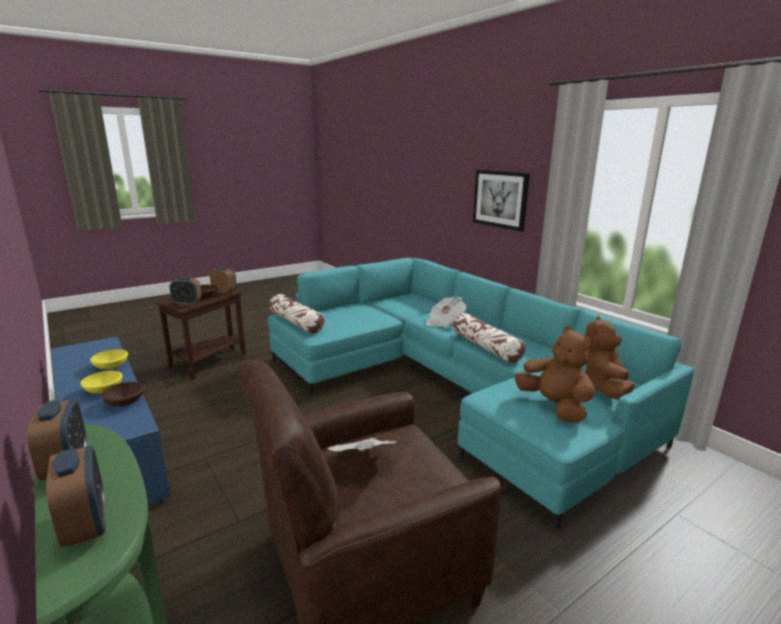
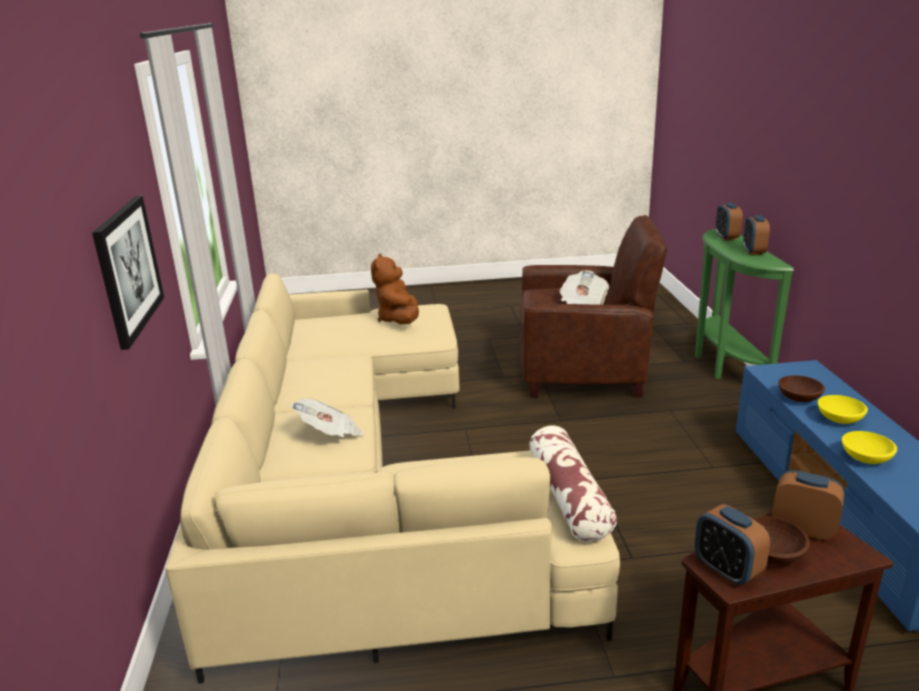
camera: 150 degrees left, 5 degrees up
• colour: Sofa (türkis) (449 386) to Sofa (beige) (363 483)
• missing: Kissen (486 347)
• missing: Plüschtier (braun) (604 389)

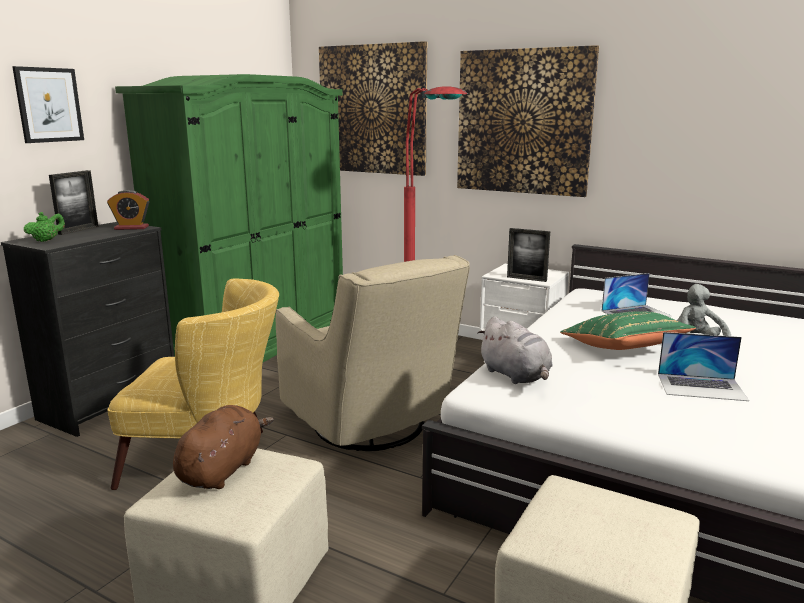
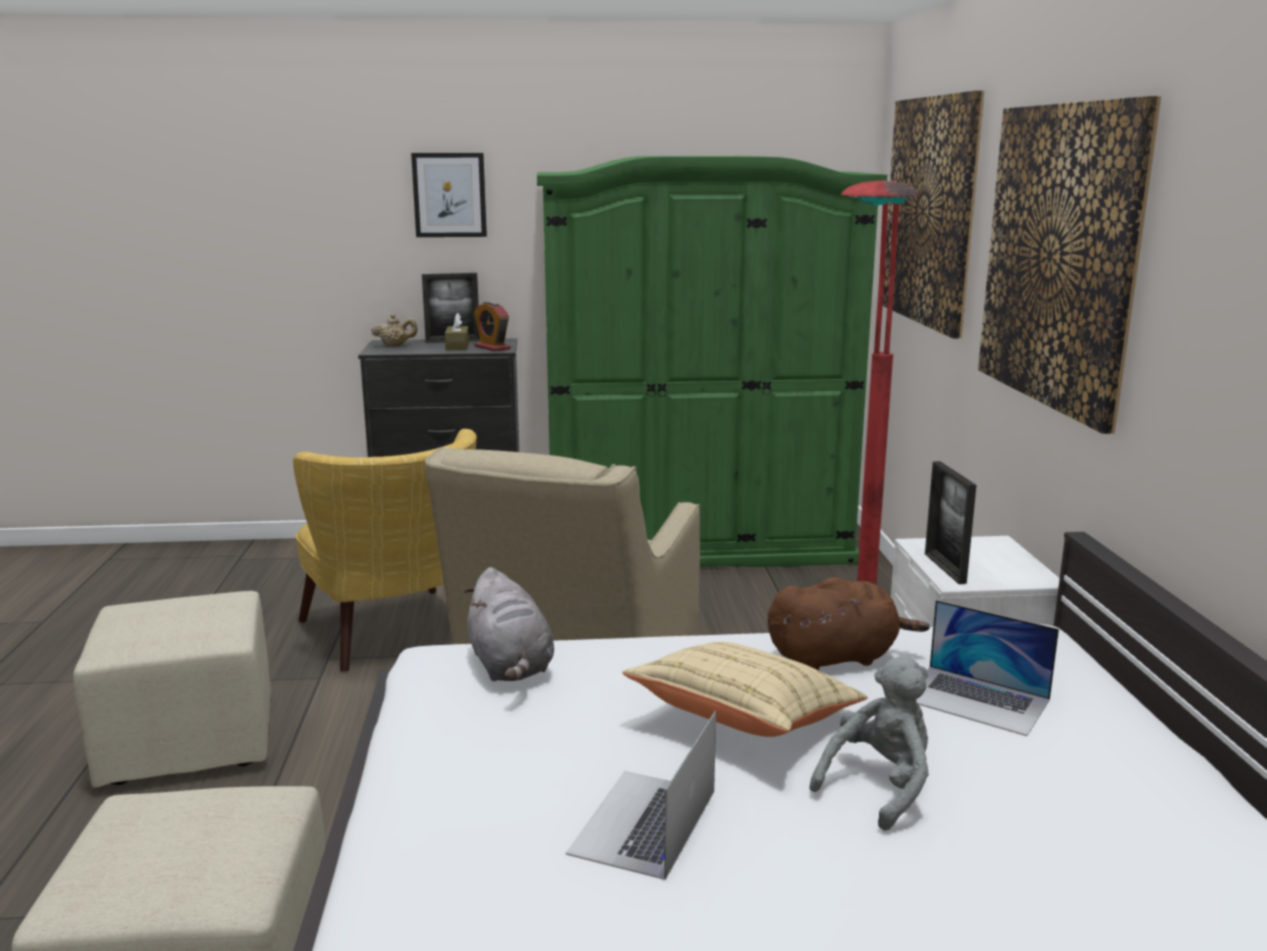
camera: 55 degrees right, 0 degrees up
• colour: Teekanne (grün) (46 240) to Teekanne (beige) (395 346)
• relocated: Plüschtier (braun) (222 469) to (837 658)
• spun: Plüschtier (grau) (516 376) = (510 666) 45 degrees counterclockwise
• colour: Kissen (grün) (623 348) to Kissen (beige) (745 721)
• spun: Laptop (701 387) = (643 822) 45 degrees clockwise
• appeared: Taschentuchbox (braun) (457 346)

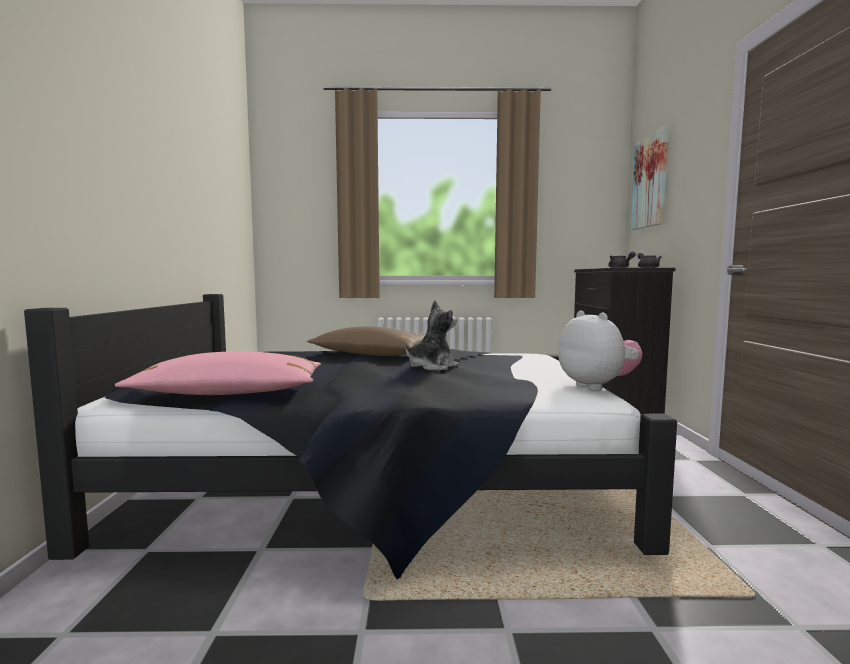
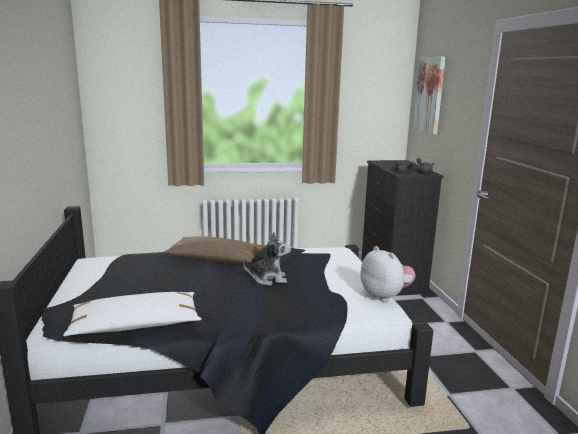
camera: 10 degrees left, 10 degrees up
• colour: Kissen (rosa) (230 393) to Kissen (weiß) (136 325)
• spun: Plüschtier (431 367) = (268 279) 45 degrees clockwise

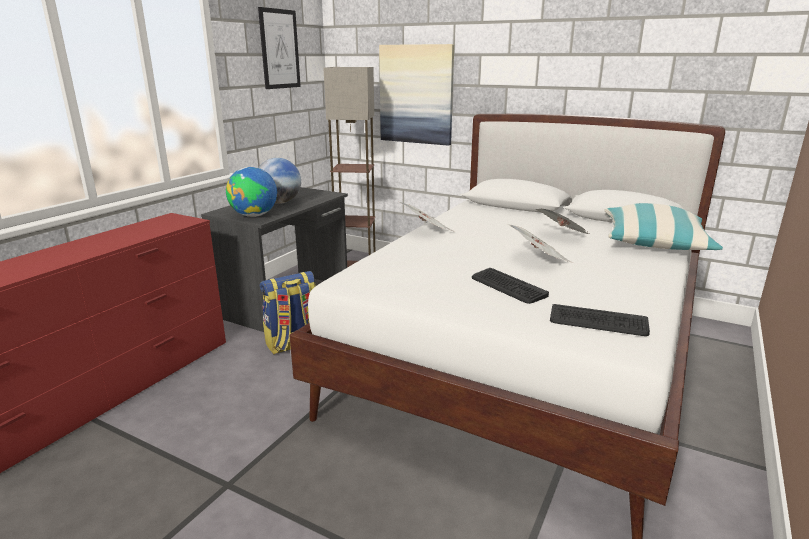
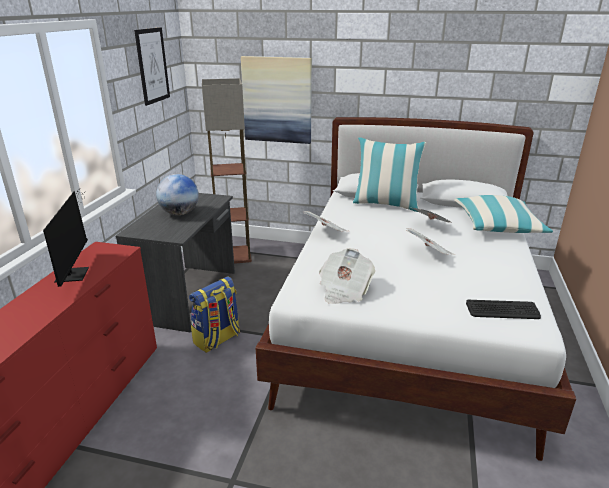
camera: 15 degrees left, 5 degrees up
• missing: Globus (254 215)
• missing: Tastatur (507 286)
• appeared: Monitor (74 272)
• appeared: Zeitung (344 290)
• appeared: Kissen (386 204)

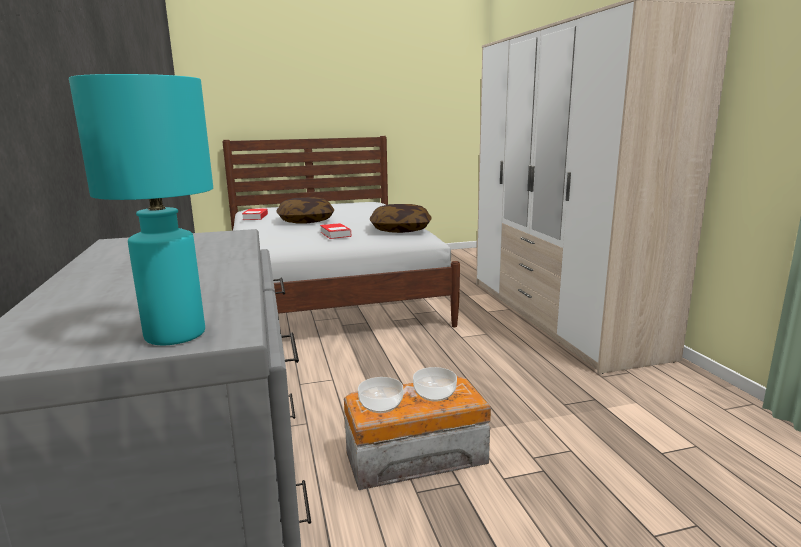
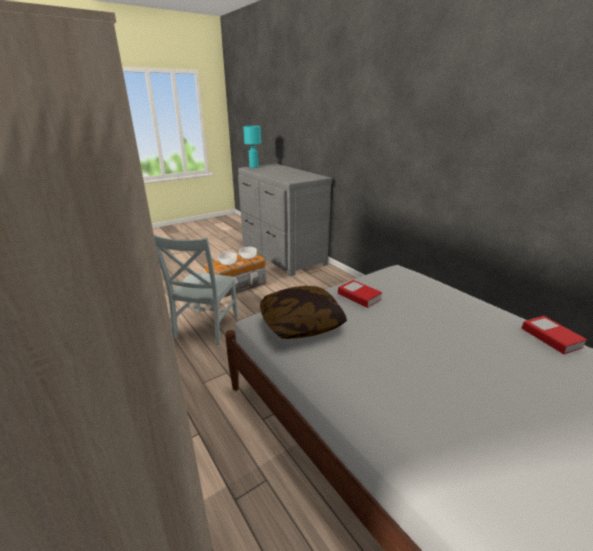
camera: 160 degrees right, 10 degrees up
• missing: Kissen (306 221)
• appeared: Stuhl (grau) (205 328)

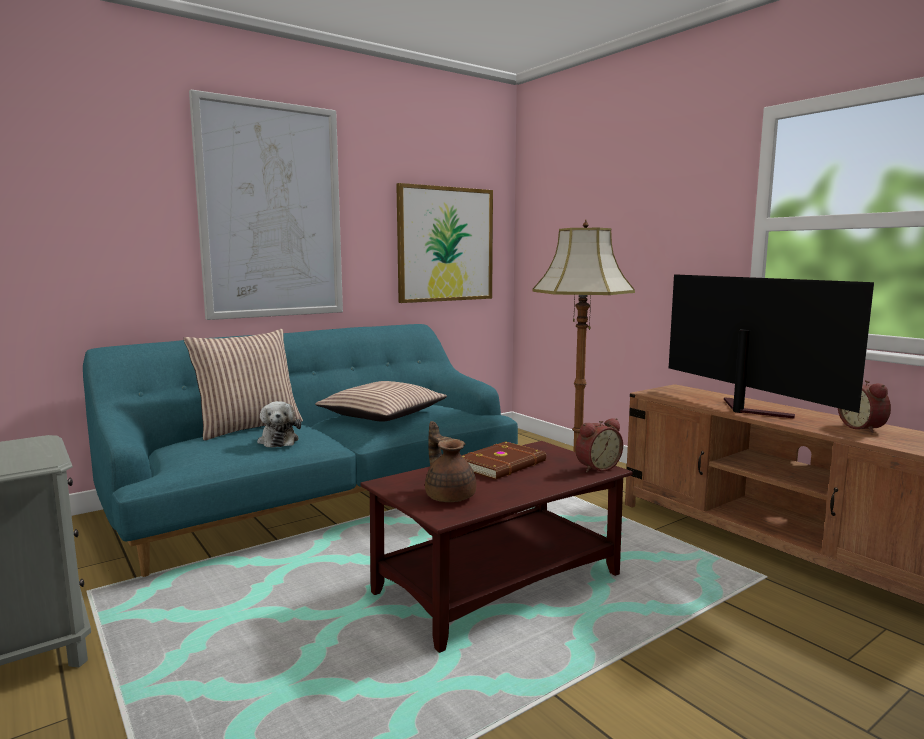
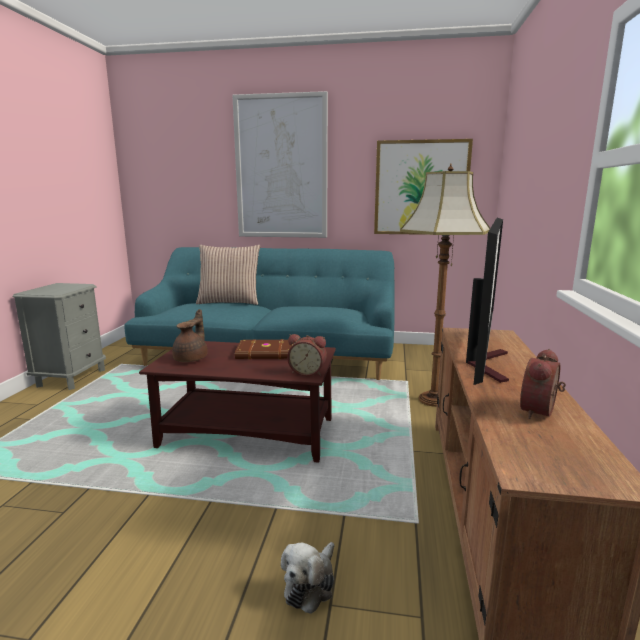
camera: 45 degrees right, 5 degrees up
• relocated: Plüschtier (278 440) to (310 584)
• missing: Kissen (382 414)

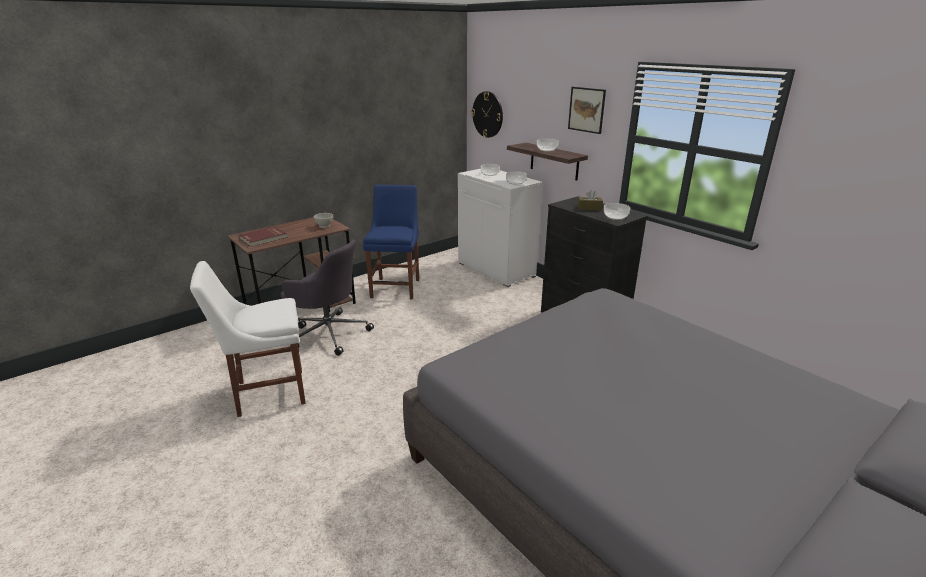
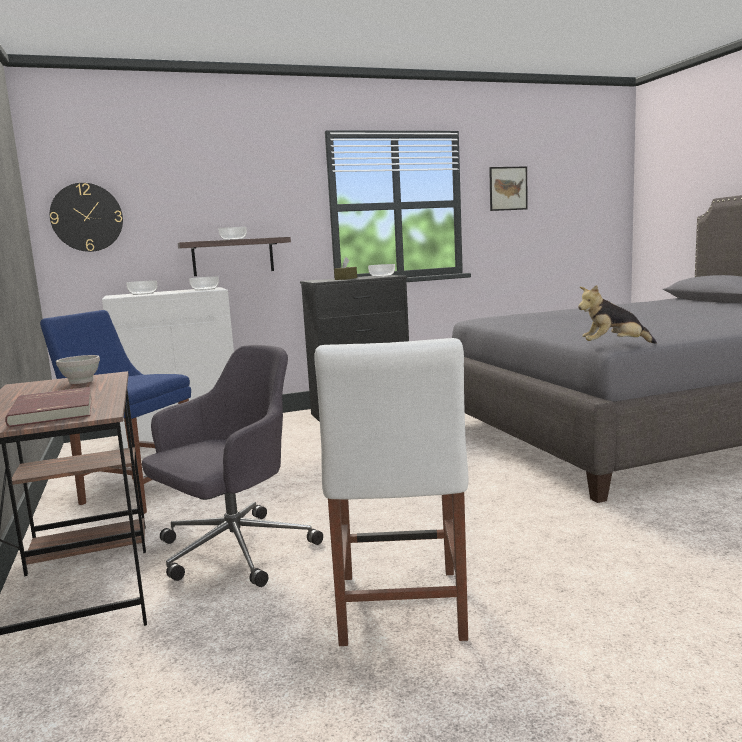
camera: 70 degrees left, 15 degrees down
• relocated: Bild (586 110) to (508 188)
• appeared: Plüschtier (613 346)

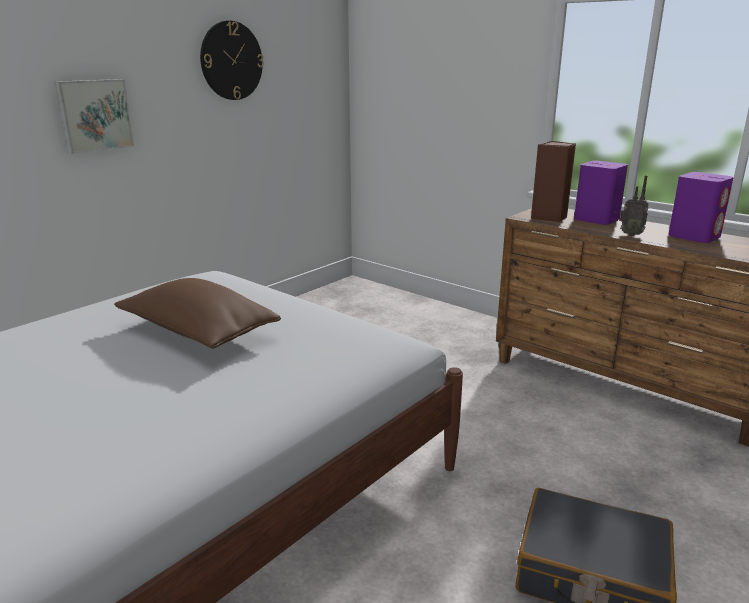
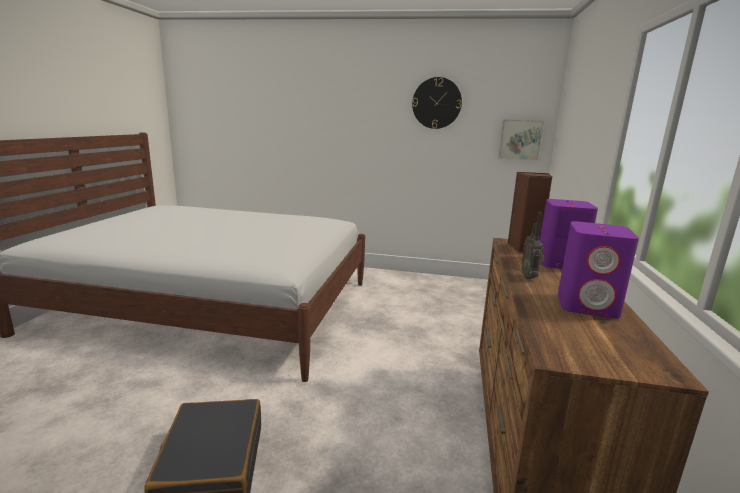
camera: 60 degrees right, 5 degrees down
• relocated: Bild (94 115) to (520 139)
• missing: Kissen (braun) (198 332)

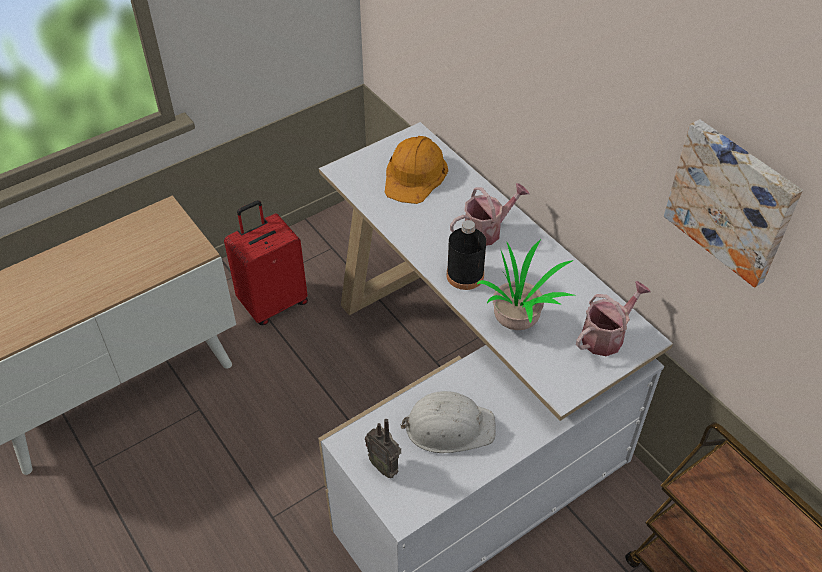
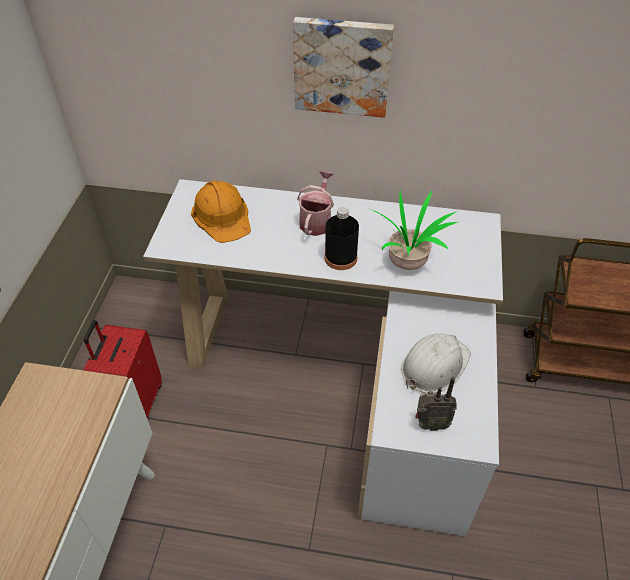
camera: 45 degrees left, 0 degrees up
• missing: Gießkanne (606 335)
• relocated: Bild (732 201) to (342 66)

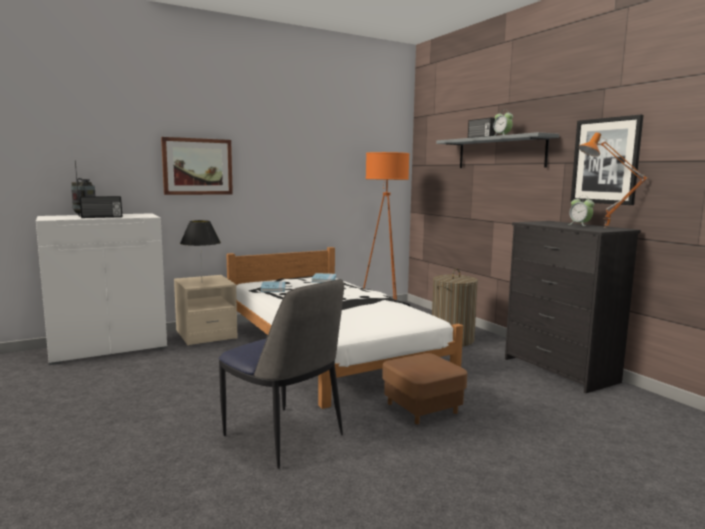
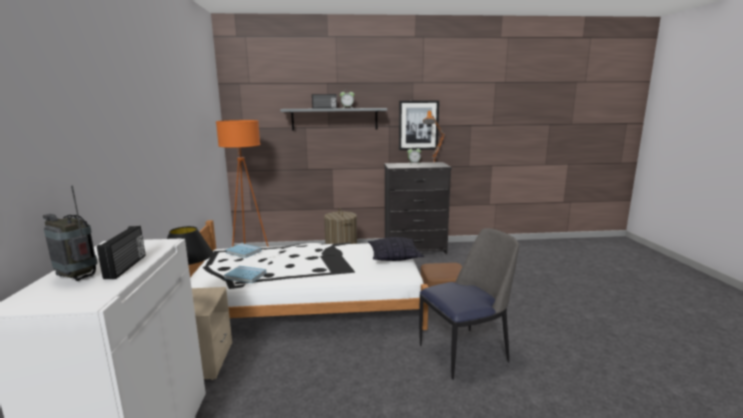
camera: 65 degrees left, 5 degrees up
• missing: Bild (197 166)
• appeared: Kissen (394 257)

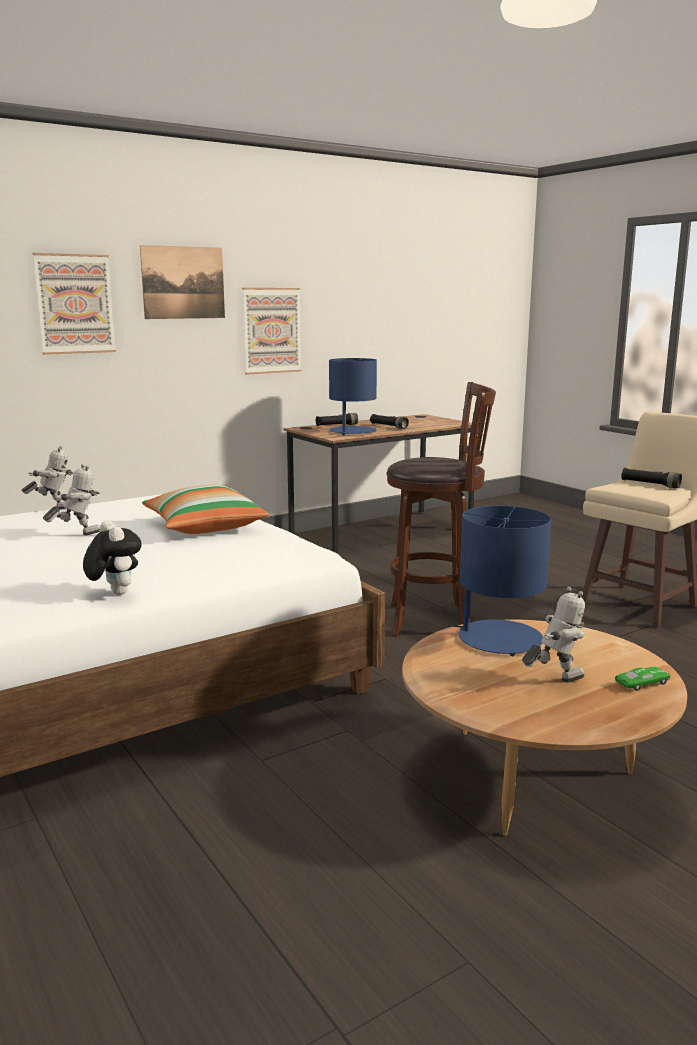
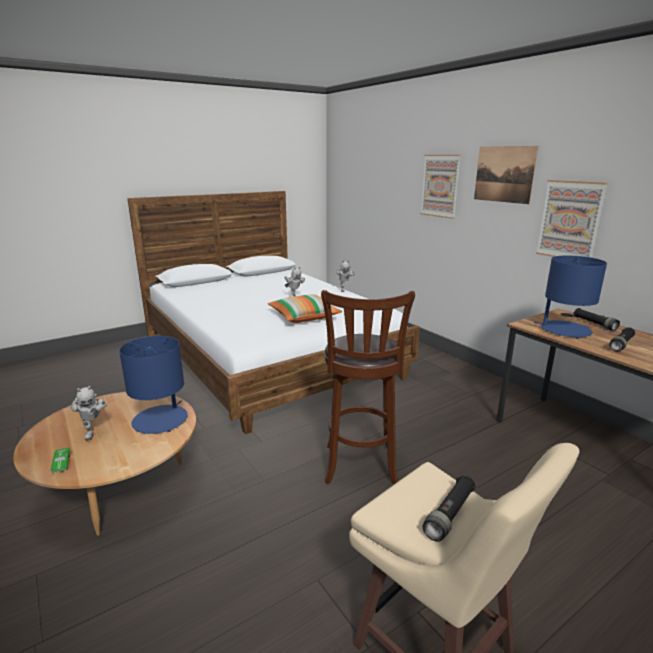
camera: 90 degrees right, 5 degrees up
• missing: Plüschtier (114 593)

